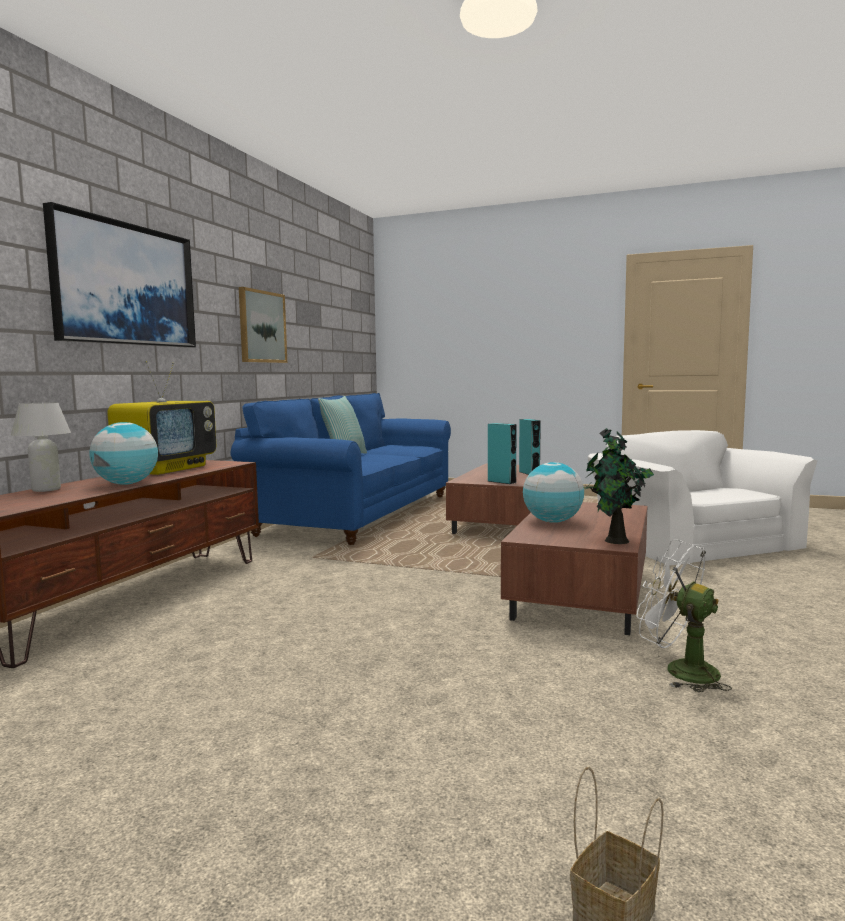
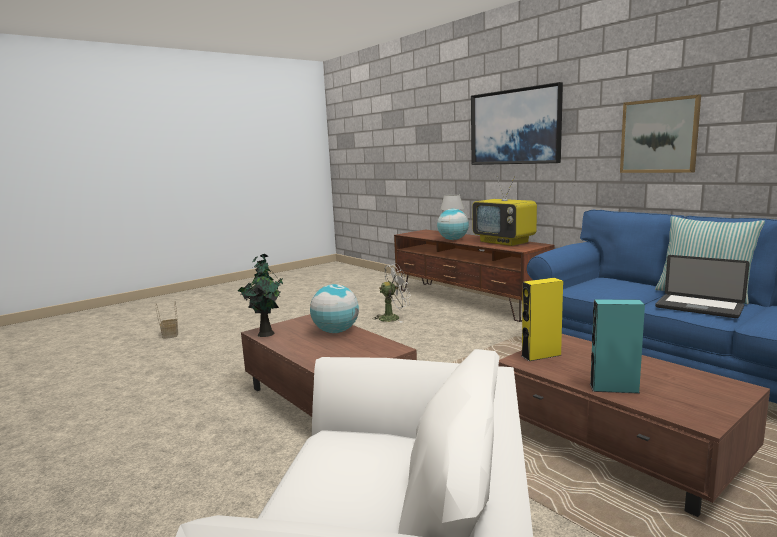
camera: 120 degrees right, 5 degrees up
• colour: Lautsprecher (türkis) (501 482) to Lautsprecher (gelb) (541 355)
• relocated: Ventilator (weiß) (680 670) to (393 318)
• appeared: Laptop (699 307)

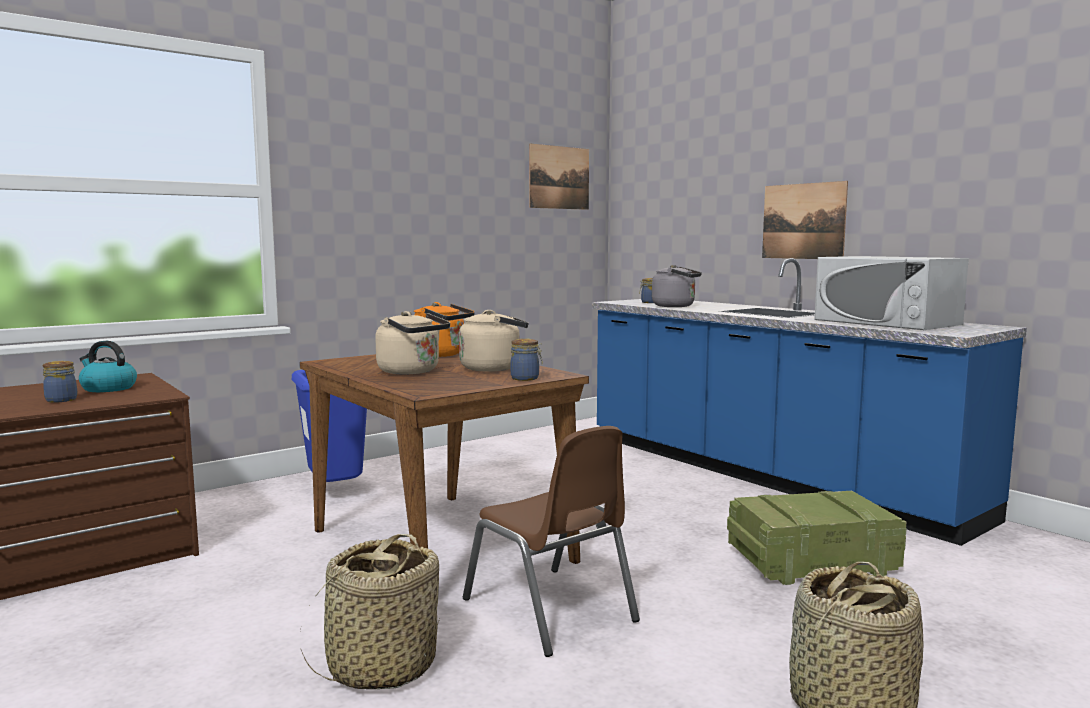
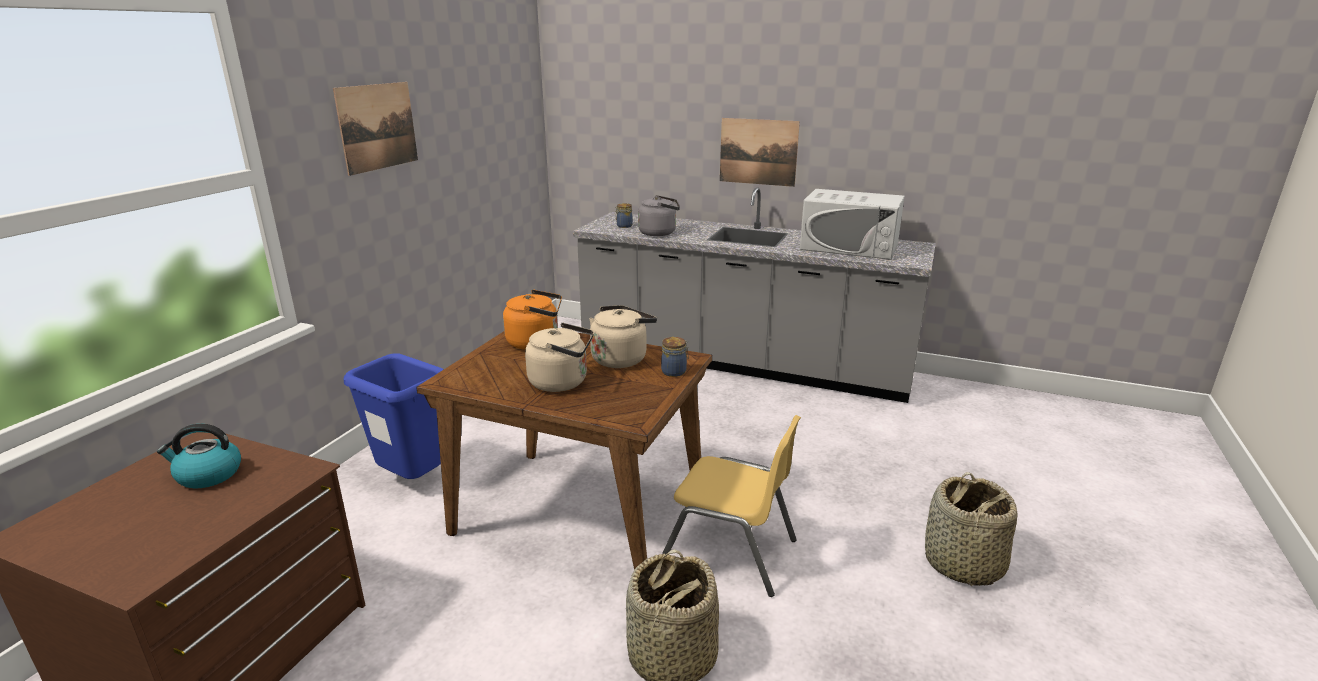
camera: 30 degrees left, 15 degrees up
• missing: Vorratsglas (62 399)
• colour: Stuhl (braun) (550 610) to Stuhl (gelb) (730 552)
• relocated: Bild (559 177) to (378 127)
• colour: Küchenzeile (blau) (765 475) to Küchenzeile (grau) (742 363)
• missing: Kiste (810 562)

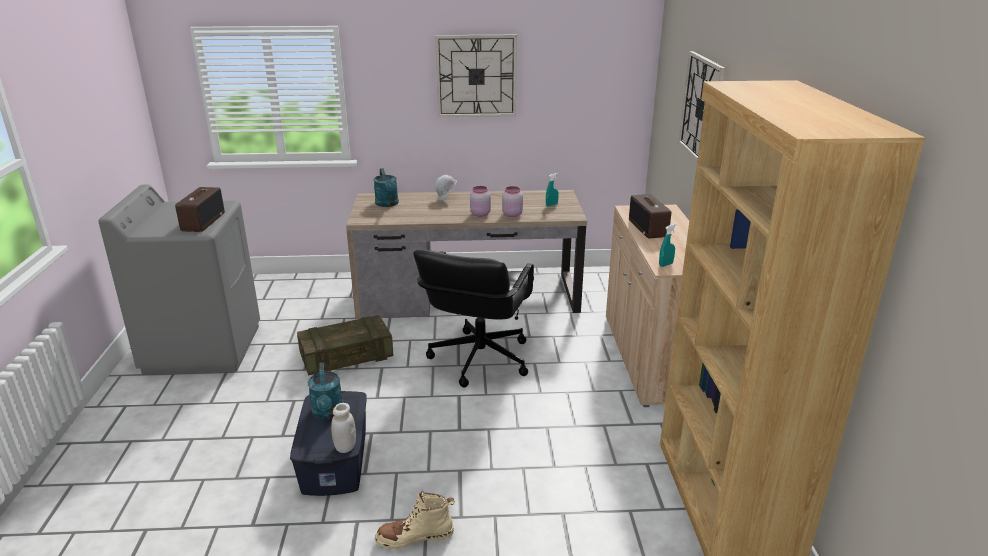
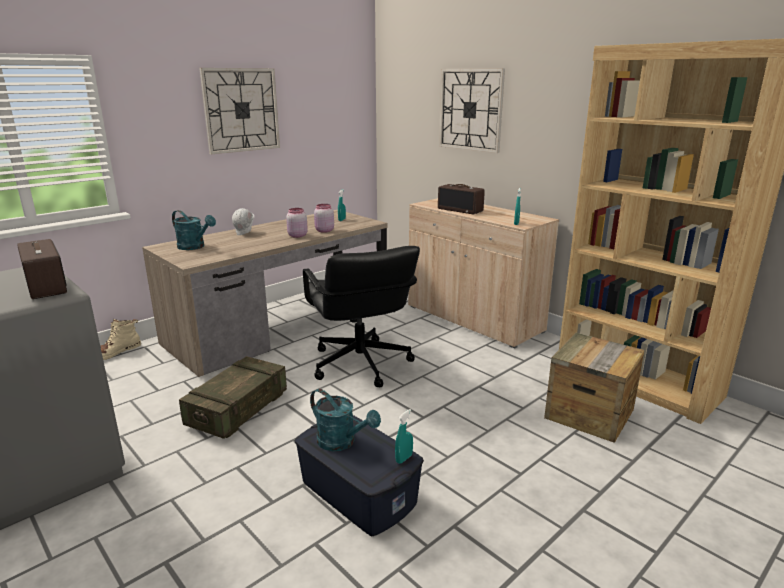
camera: 40 degrees left, 5 degrees down
• exchanged: Vorratsglas (weiß) (345 447) to Sprühflasche (türkis) (404 458)
• relocated: Stiefel (beige) (415 536) to (115 353)
• appeared: Kiste (589 413)

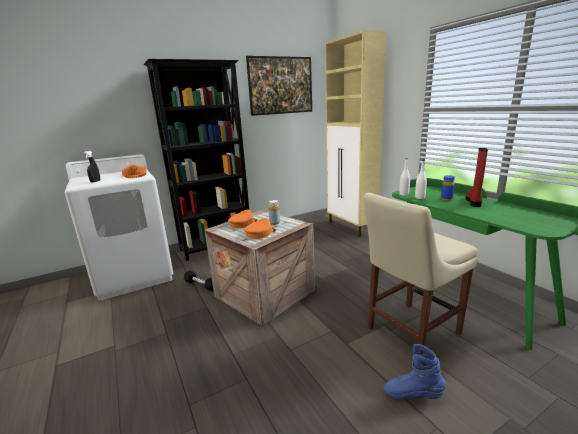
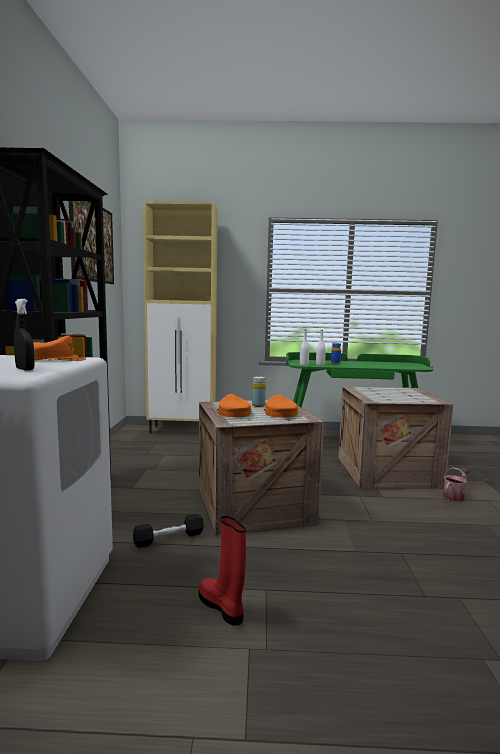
camera: 60 degrees left, 10 degrees down
• exchanged: Stuhl (beige) (409 332) to Kiste (386 472)
• exchanged: Stiefel (blau) (412 394) to Gießkanne (454 496)
• relocated: Stiefel (rot) (474 202) to (222 607)

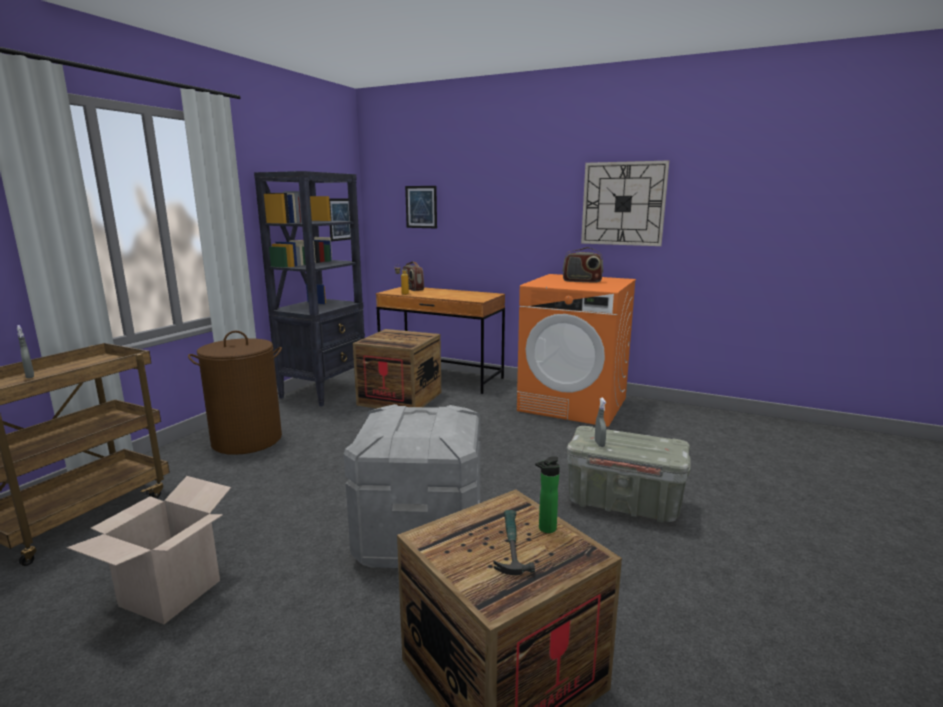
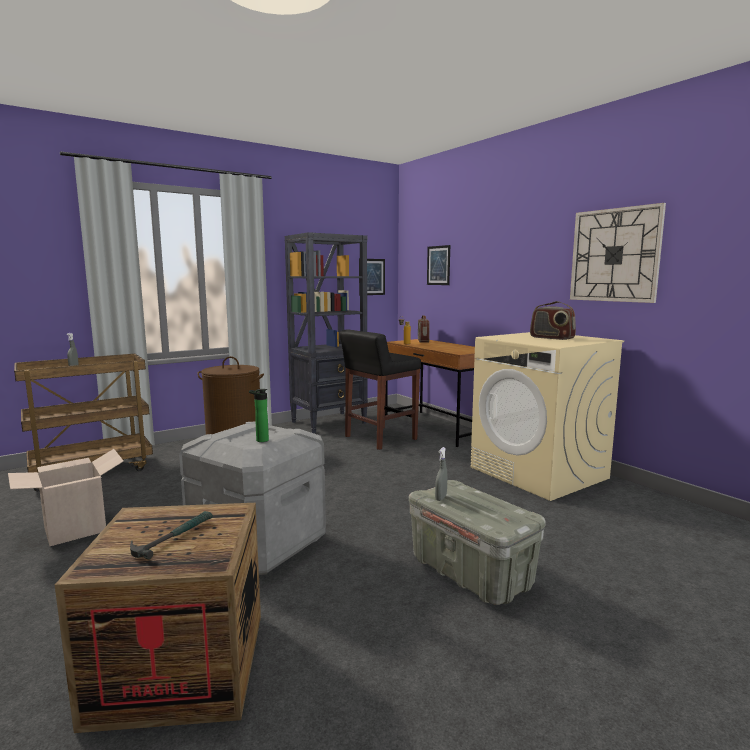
camera: 30 degrees right, 5 degrees down
• exchanged: Kiste (400 398) to Hocker (schwarz) (379 438)
• colour: Waschmaschine (orange) (573 404) to Waschmaschine (beige) (539 473)
• relocated: Flasche (545 529) to (260 440)

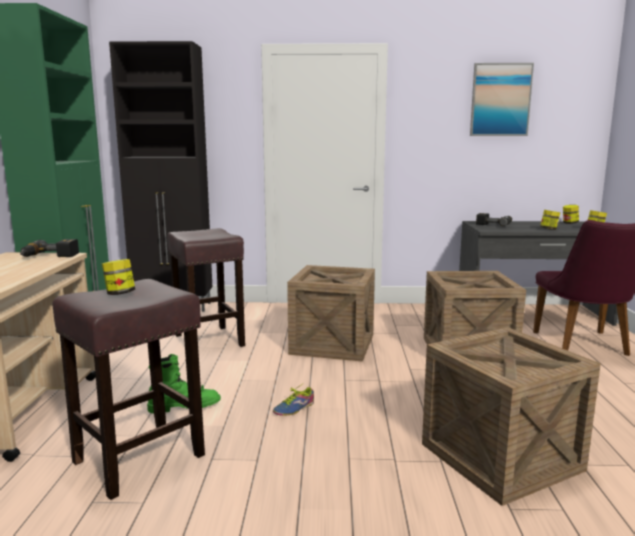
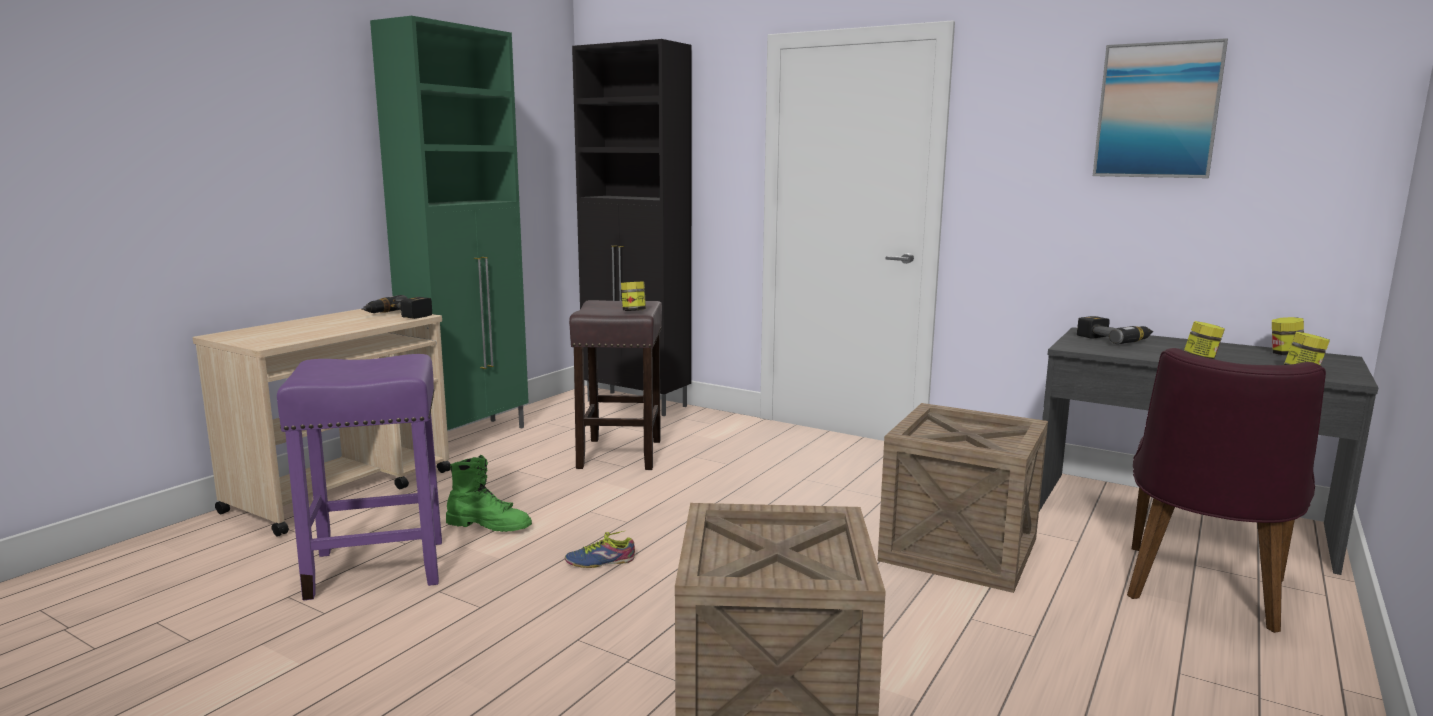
camera: 30 degrees right, 0 degrees up
• colour: Hocker (braun) (141 457) to Hocker (lila) (380 568)
• relocated: Vorratsglas (120 294) to (633 311)
• missing: Kiste (332 344)

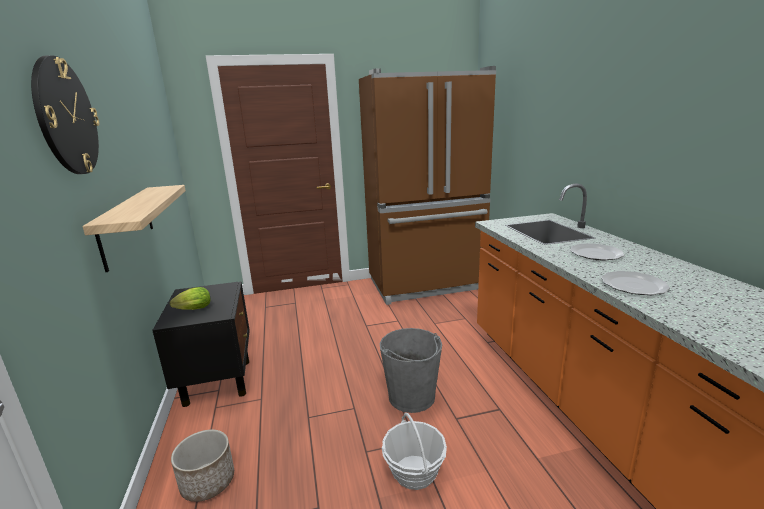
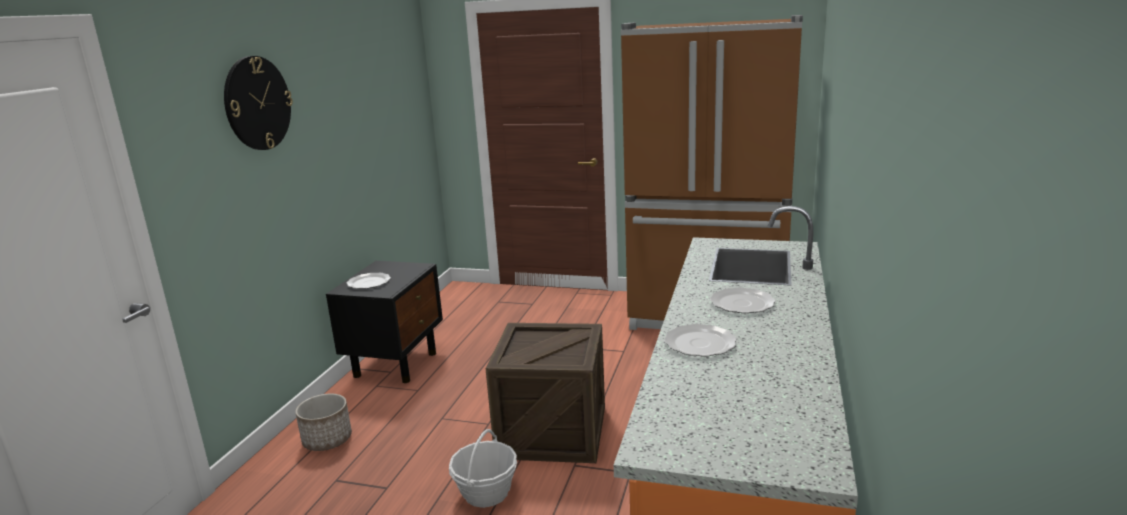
camera: 30 degrees right, 0 degrees up
• missing: Wandregal (126 225)
• exchanged: Salatkopf (192 310) to Teller (369 283)
• exchanged: Eimer (grau) (411 397) to Kiste (552 431)

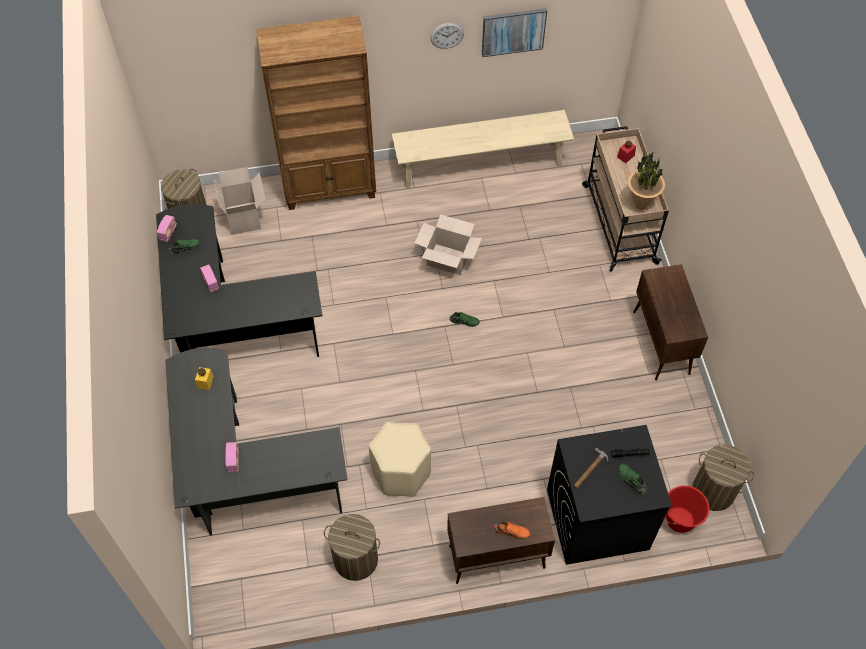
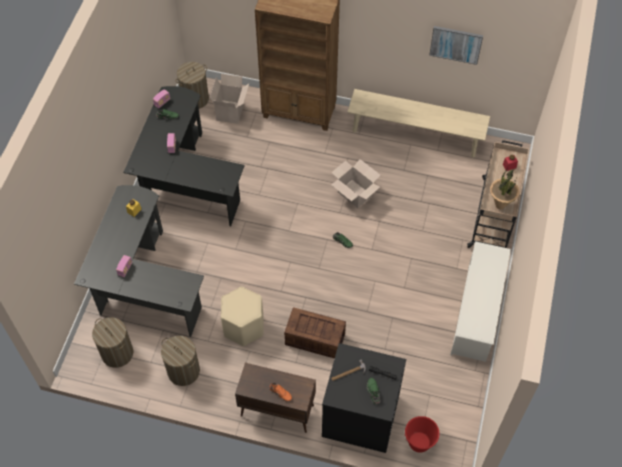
camera: 25 degrees right, 0 degrees up
• missing: Wanduhr (447 35)
• exchanged: Schrank (braun) (661 343) to Schuhregal (weiß) (476 314)
• relocated: Wäschekorb (713 491) to (117 353)
• appeared: Kiste (314 339)

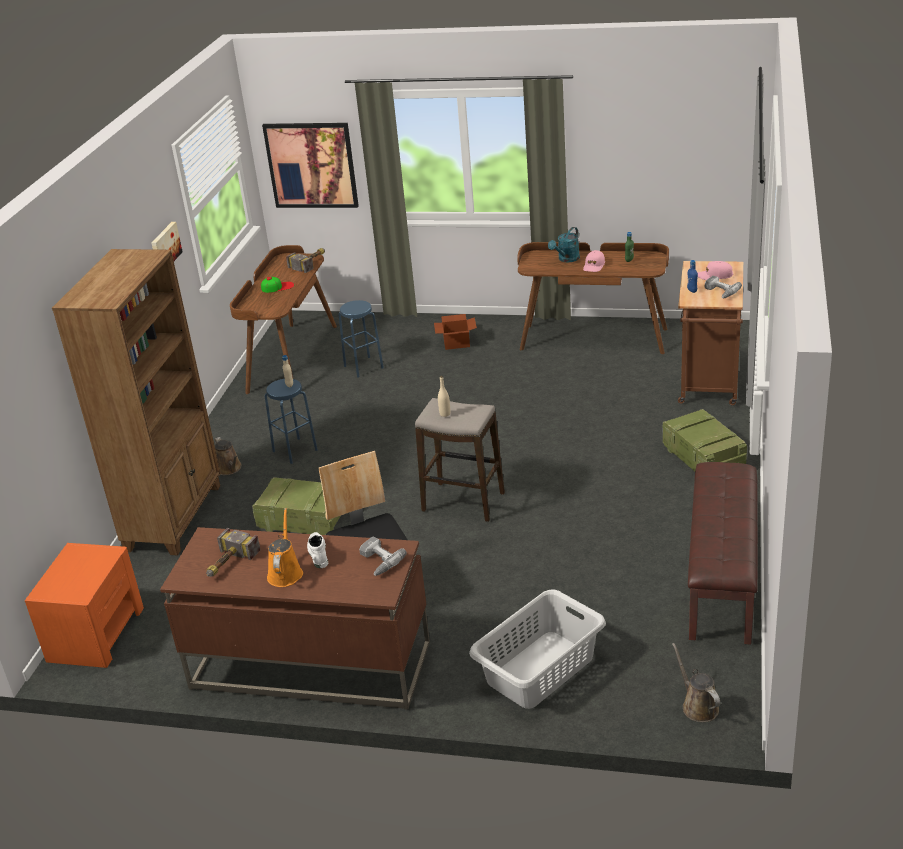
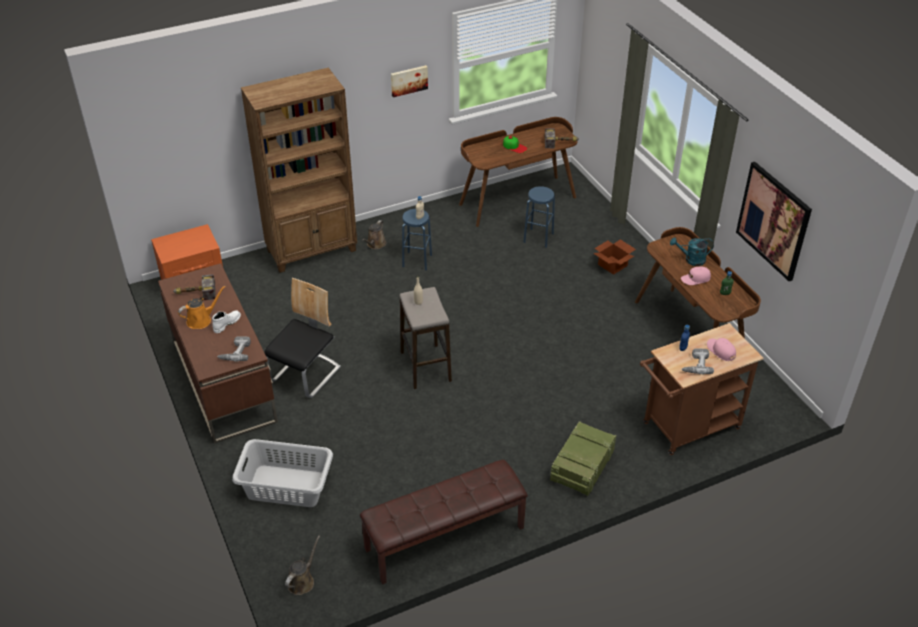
camera: 50 degrees right, 10 degrees up
• missing: Kiste (301 520)
• relocated: Bild (311 165) to (773 220)

